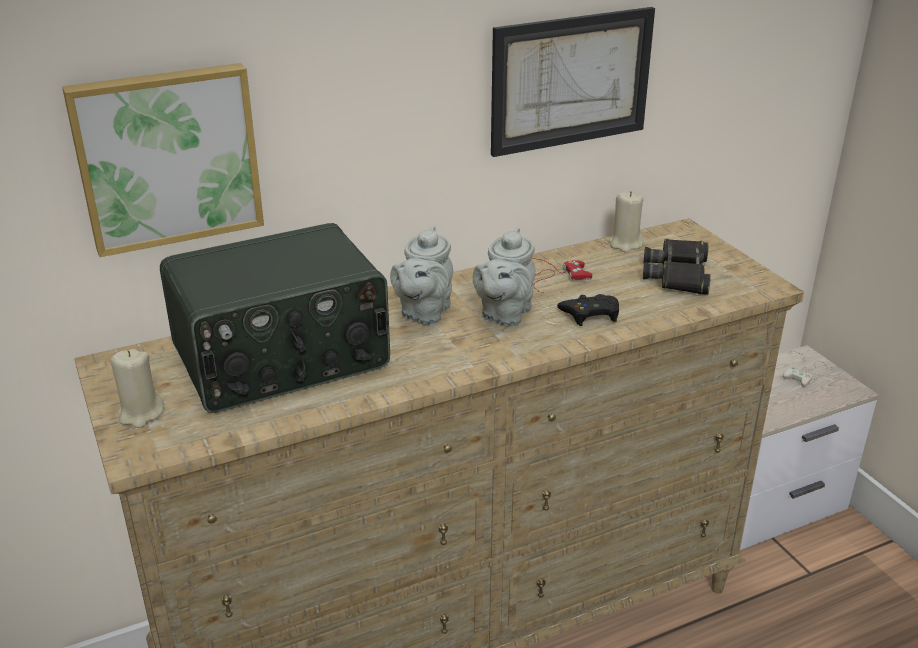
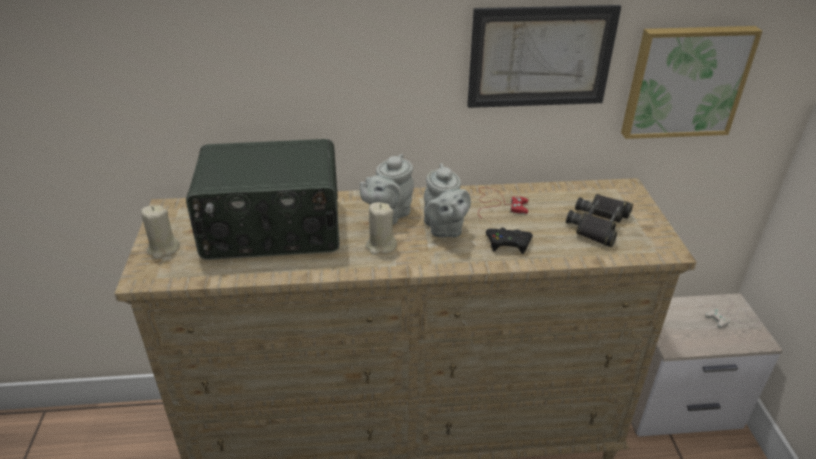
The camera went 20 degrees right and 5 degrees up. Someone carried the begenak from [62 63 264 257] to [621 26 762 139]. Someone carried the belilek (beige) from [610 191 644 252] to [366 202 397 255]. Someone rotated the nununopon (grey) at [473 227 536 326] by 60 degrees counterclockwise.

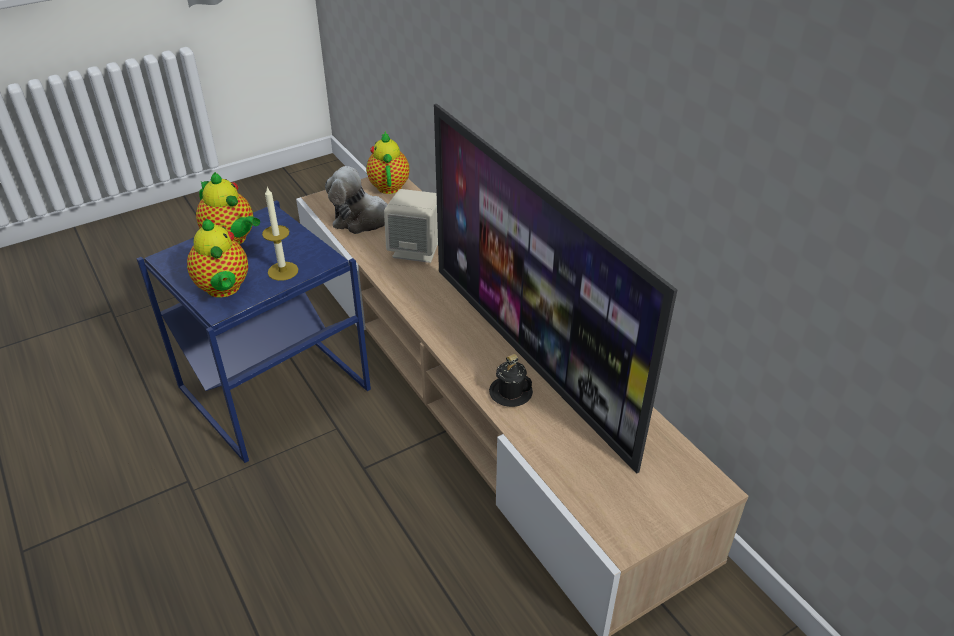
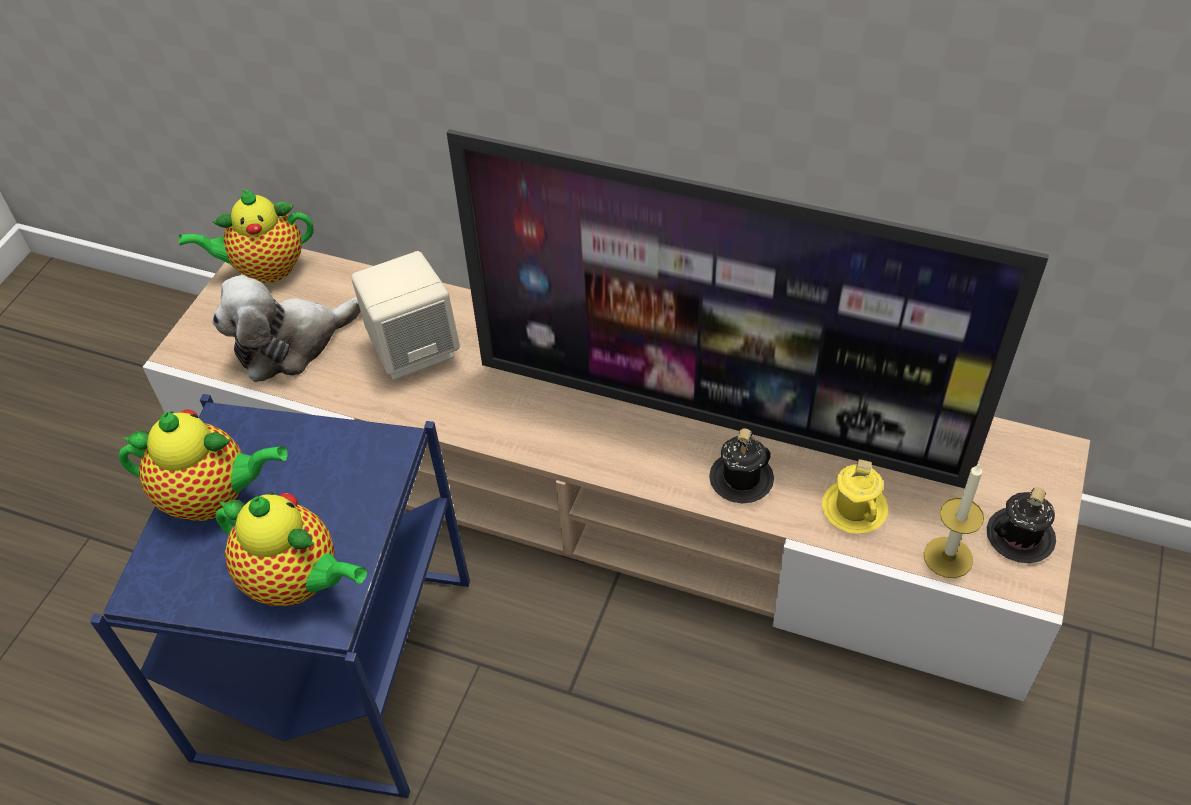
The camera went 35 degrees left and 10 degrees up. Someone put down the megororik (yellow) at [822 459 888 534]. Someone put down the megororik (black) at [987 487 1056 563]. Someone carried the belilek from [262 187 298 281] to [924 463 984 578]. Someone rotated the nununopon at [366 131 410 194] by 60 degrees counterclockwise.

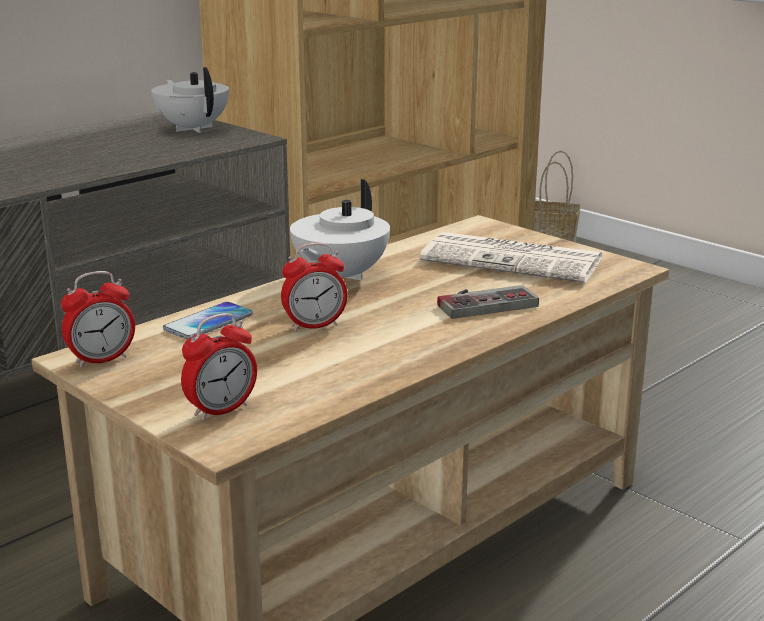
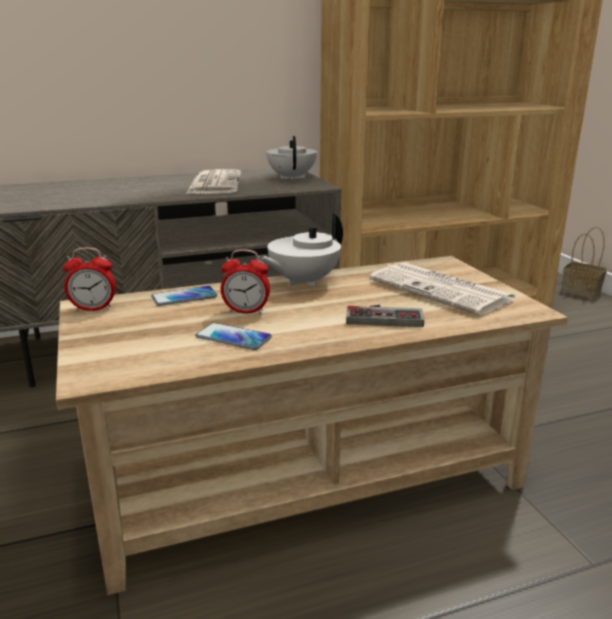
The camera went 25 degrees right and 0 degrees up. Someone took away the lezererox at [181 313 257 421]. Someone put down the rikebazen at [186 169 241 194]. Someone put down the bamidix at [195 323 272 350].

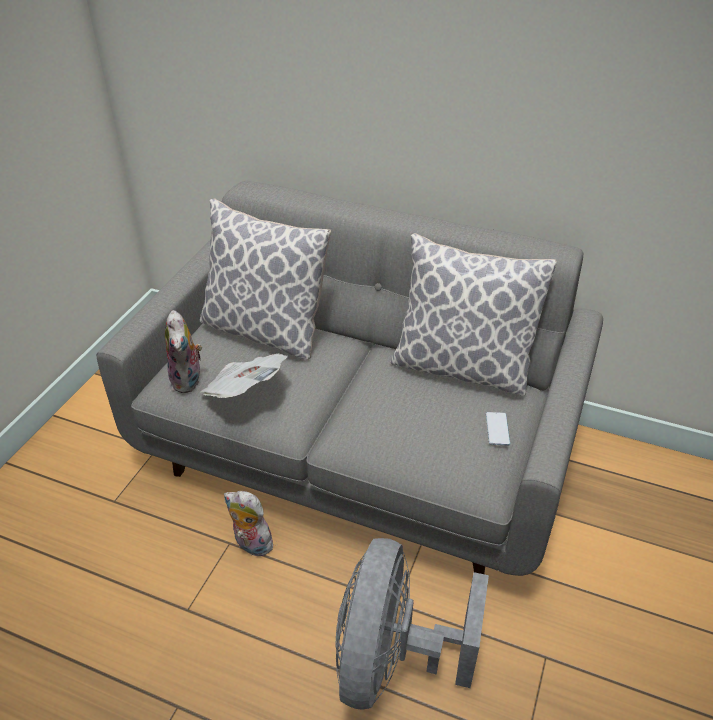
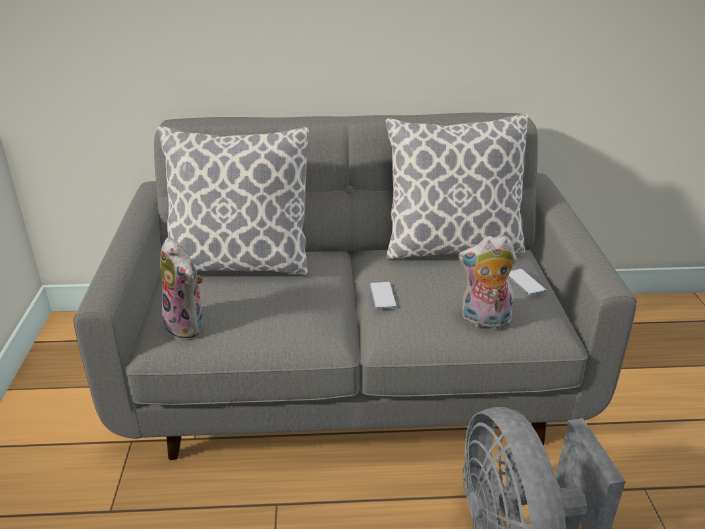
The camera went 25 degrees left and 10 degrees down. Someone took away the rikebazen at [201 353 288 398]. Someone put down the bamidix at [370 282 397 309]. Someone carried the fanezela from [224 491 275 556] to [459 236 517 328].

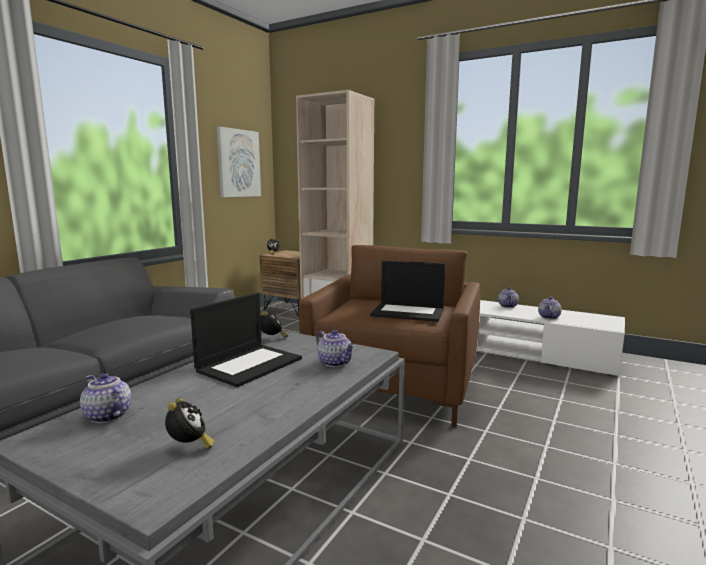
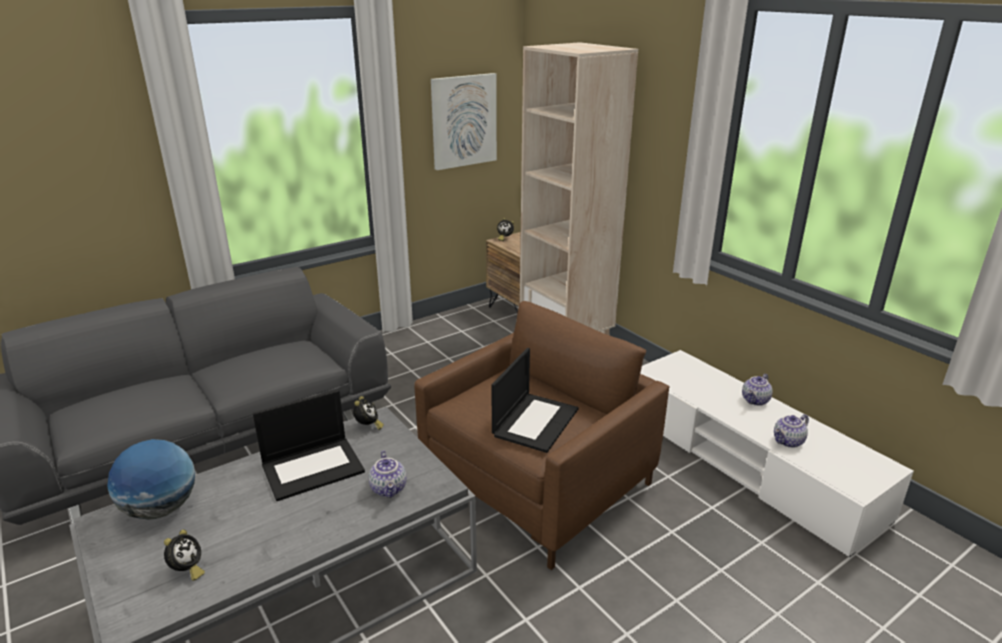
The camera went 25 degrees right and 15 degrees up. Someone swapped the nununopon at [80 373 131 423] for the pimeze at [107 439 195 520]. Someone rotated the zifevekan at [370 260 445 322] by 105 degrees counterclockwise.

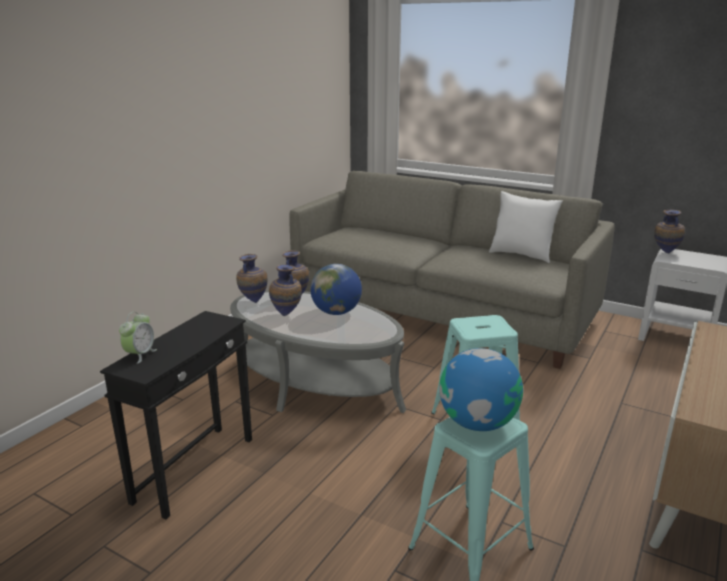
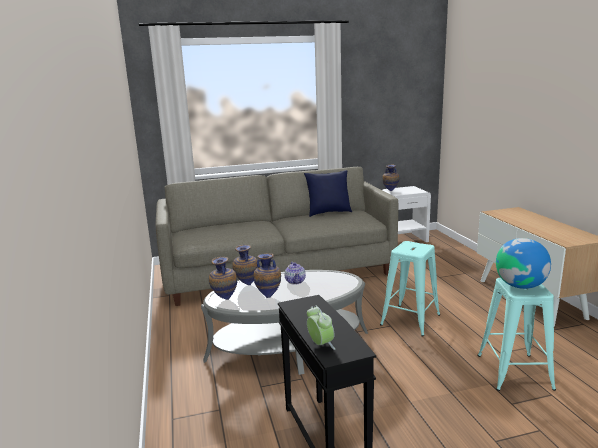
The camera went 45 degrees left and 5 degrees down. Someone swapped the pimeze at [310 264 362 315] for the nununopon at [285 262 306 285]. Someone repainted the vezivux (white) at [489 191 563 263], which became the vezivux (blue) at [304 170 352 217].

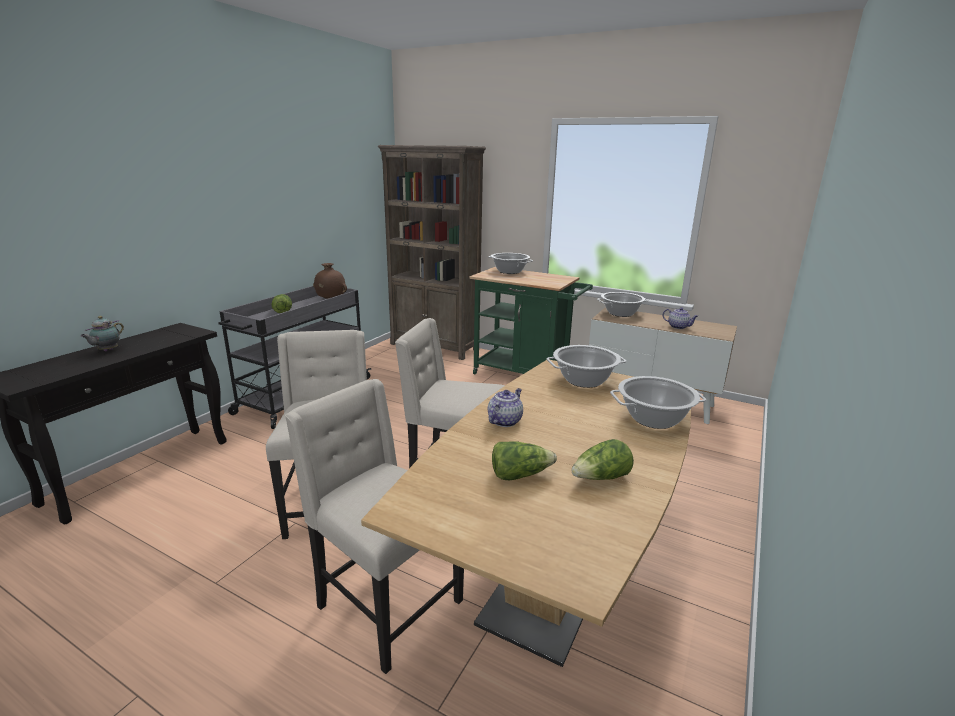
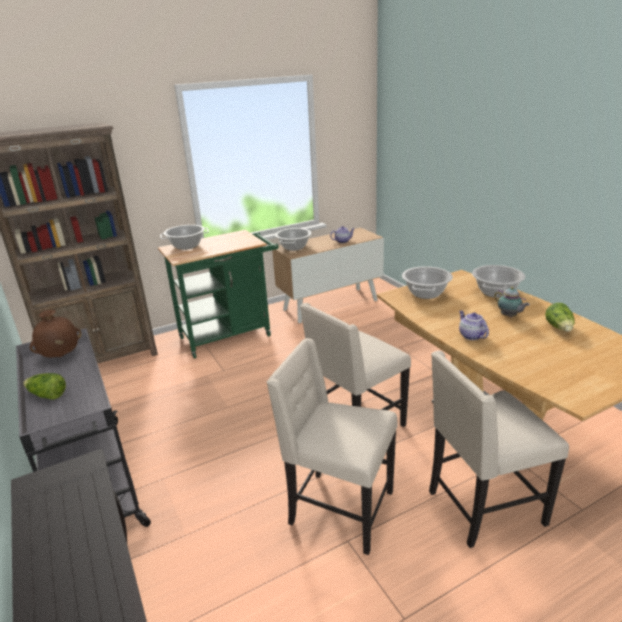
The camera went 55 degrees left and 5 degrees up. Someone took away the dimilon at [492 441 557 480]. Someone carried the nununopon from [80 316 124 351] to [494 286 530 317].

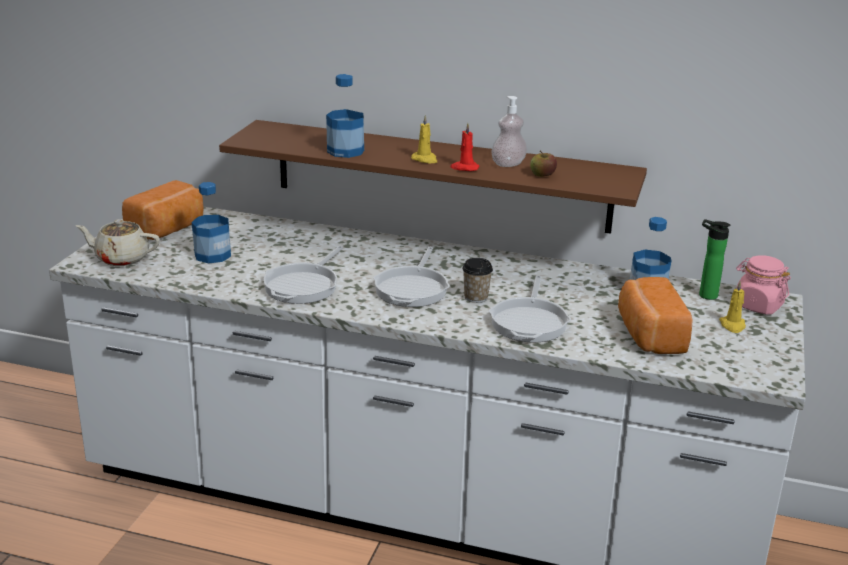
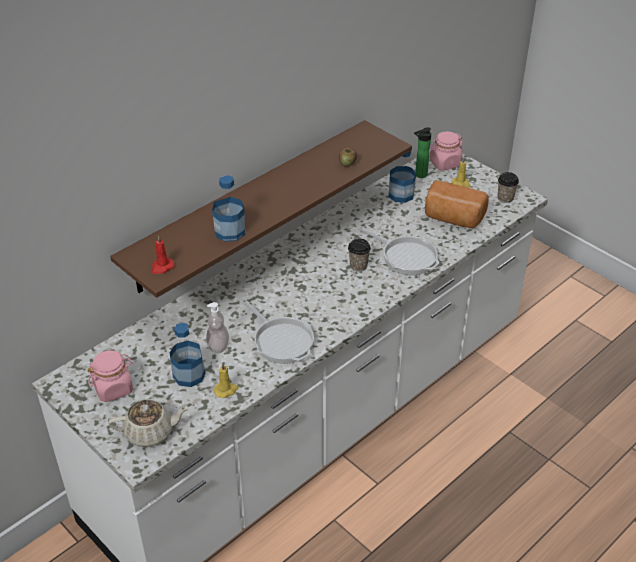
The camera went 60 degrees left and 15 degrees up. Someone took away the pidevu at [373 247 450 307]. Someone put down the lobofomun at [498 172 519 203]. Someone carried the belilek (yellow) from [411 114 437 163] to [214 363 238 398]. Someone carried the belilek (red) from [450 123 479 171] to [152 235 174 274]. Someone carried the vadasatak from [491 96 527 167] to [206 302 229 353]. Someone swapped the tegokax at [122 180 204 240] for the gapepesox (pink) at [87 351 133 402]. Someone rotated the nununopon (beige) at [76 219 160 266] by 135 degrees counterclockwise.

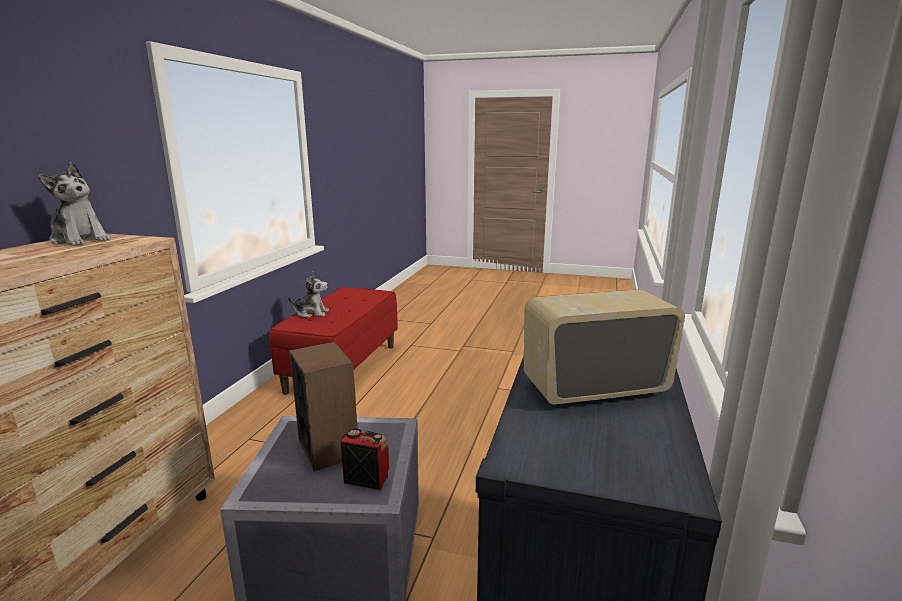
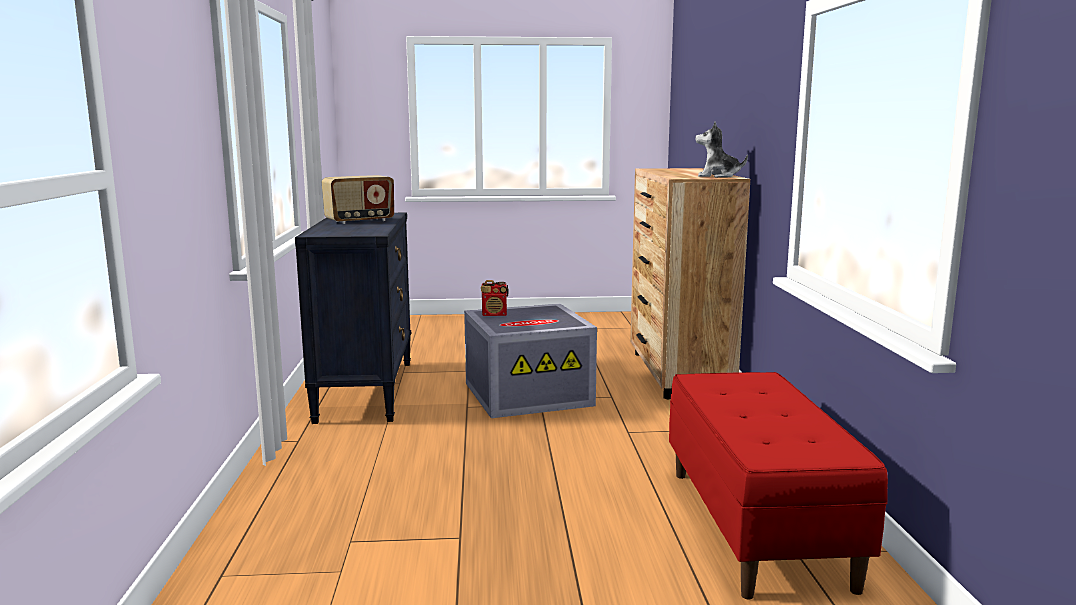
The camera went 160 degrees right and 5 degrees down. Someone took away the fanezela at [288 271 329 318]. Someone took away the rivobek at [289 342 357 471].

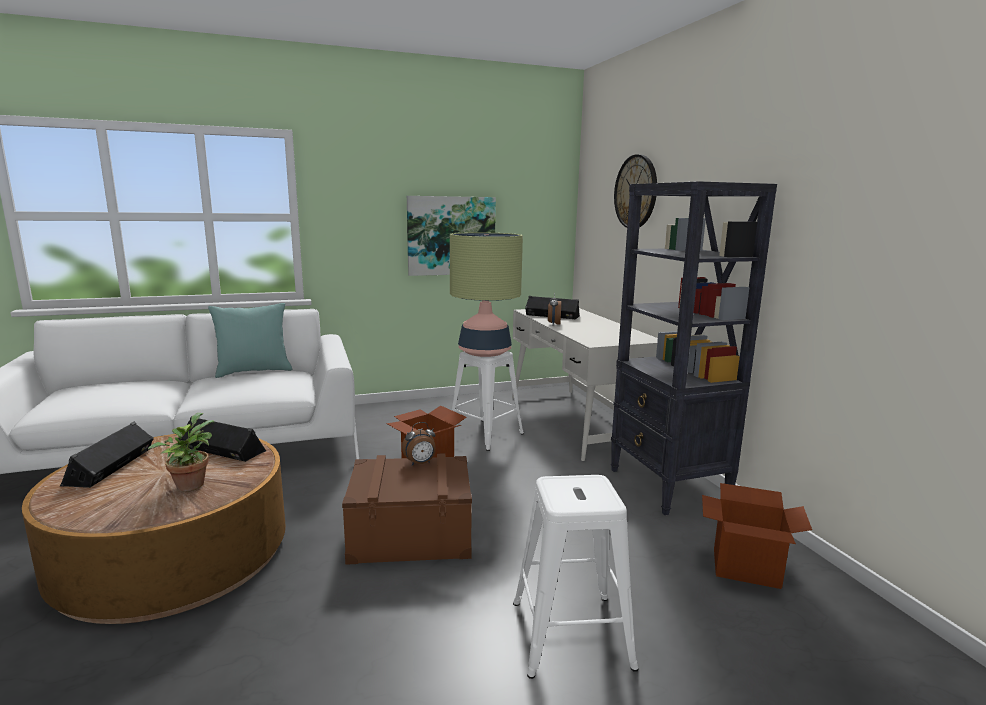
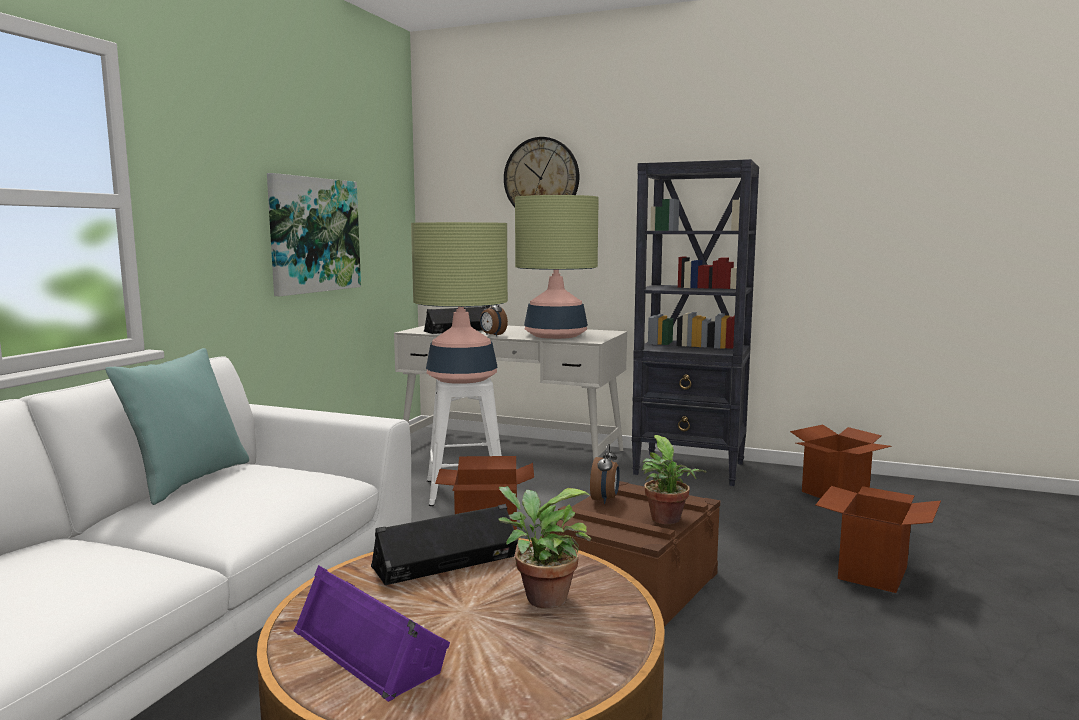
The camera went 50 degrees left and 5 degrees down. Someone put down the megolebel at [515 195 599 339]. Someone put down the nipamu at [642 435 707 524]. Someone swapped the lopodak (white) at [513 475 639 679] for the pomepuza at [815 486 941 593]. Someone repainted the rivobek (black) at [60 422 154 488], which became the rivobek (purple) at [294 565 450 702].

